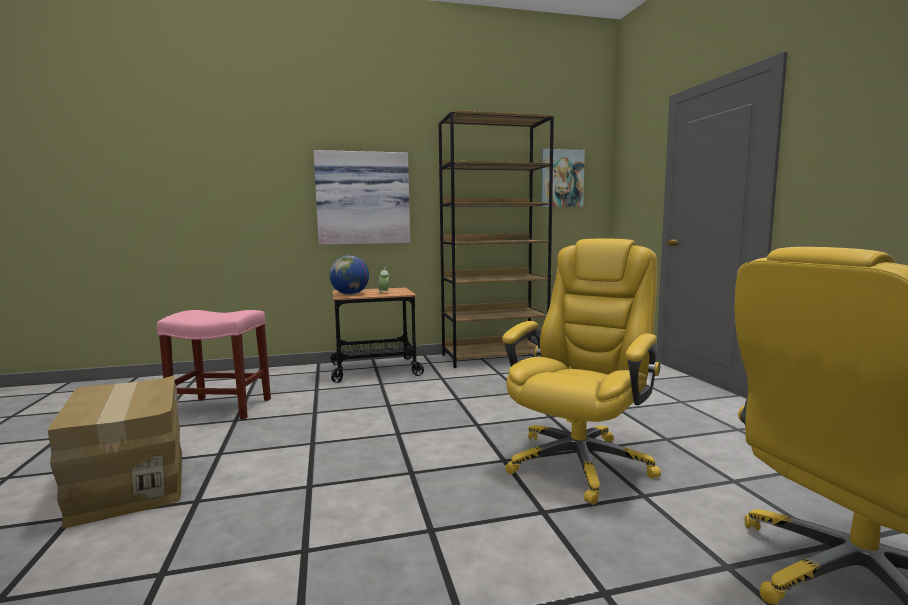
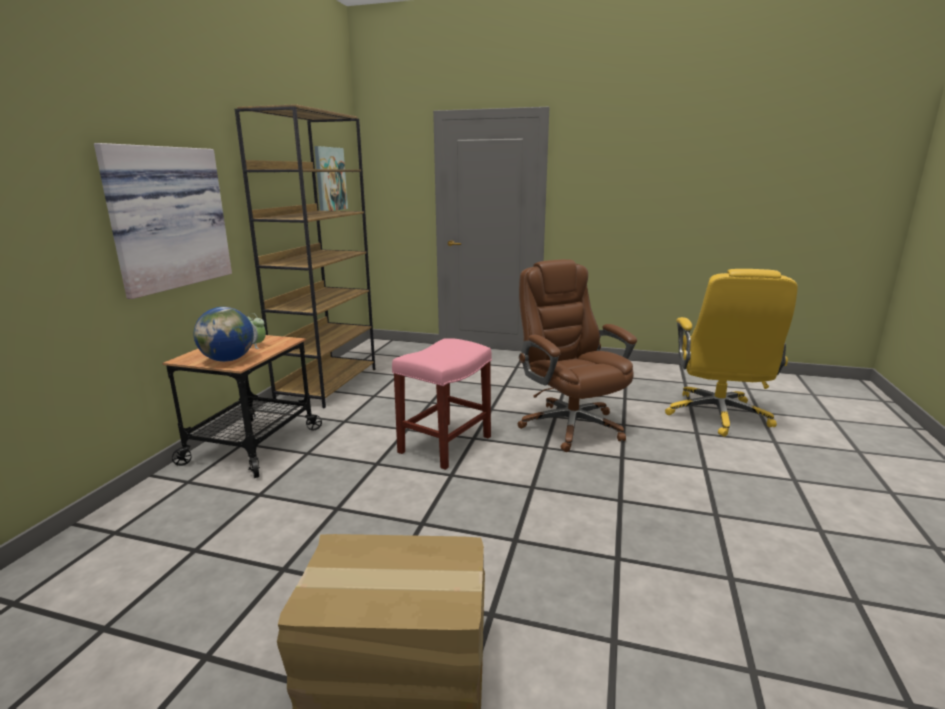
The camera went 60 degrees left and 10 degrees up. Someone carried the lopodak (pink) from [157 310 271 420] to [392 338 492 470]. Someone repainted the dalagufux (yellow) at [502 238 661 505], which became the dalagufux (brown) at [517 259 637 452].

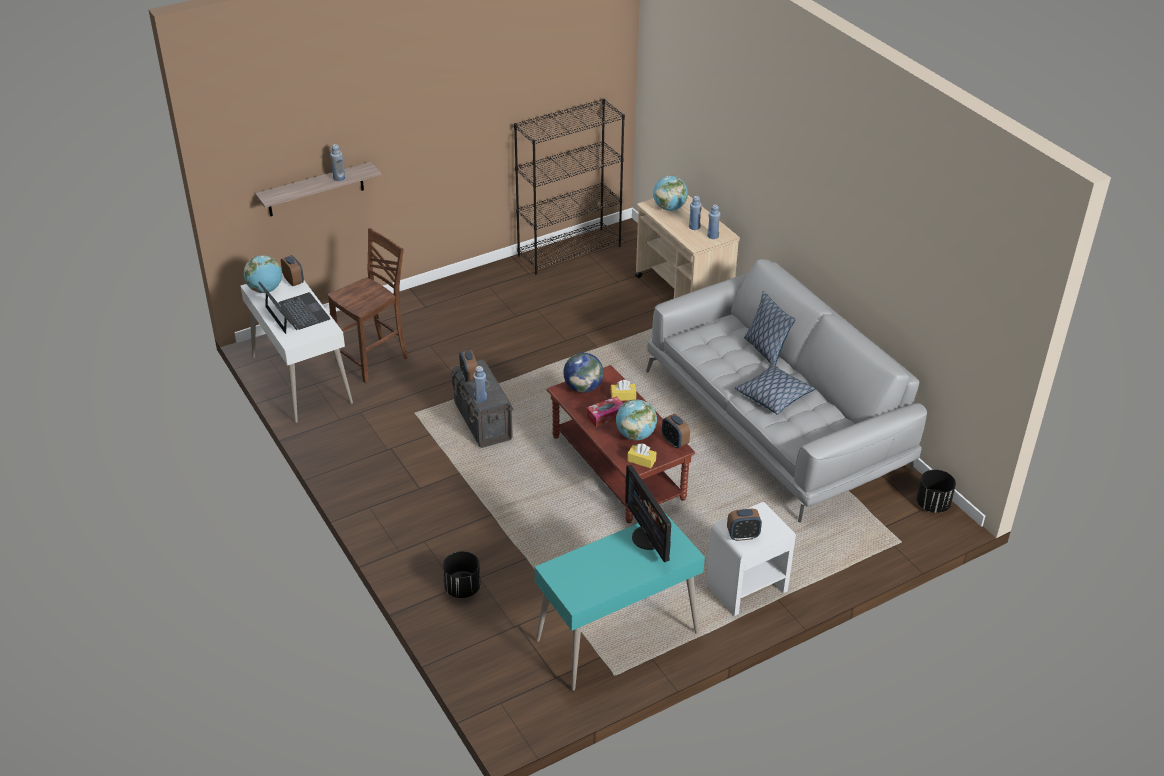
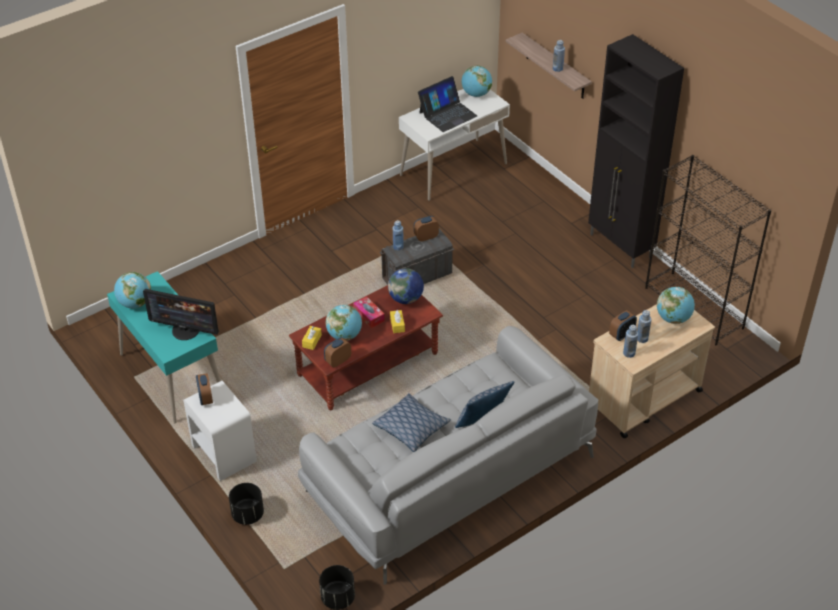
The camera went 85 degrees right and 5 degrees up. Someone took away the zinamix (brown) at [328 228 408 383]. Someone put down the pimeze at [114 272 151 308]. Someone put down the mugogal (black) at [588 34 684 268]. Someone carried the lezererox from [281 255 304 286] to [609 310 637 341]. Someone carried the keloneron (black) from [443 551 481 598] to [229 483 264 525]. Someone rotated the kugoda at [625 465 671 562] by 135 degrees counterclockwise.

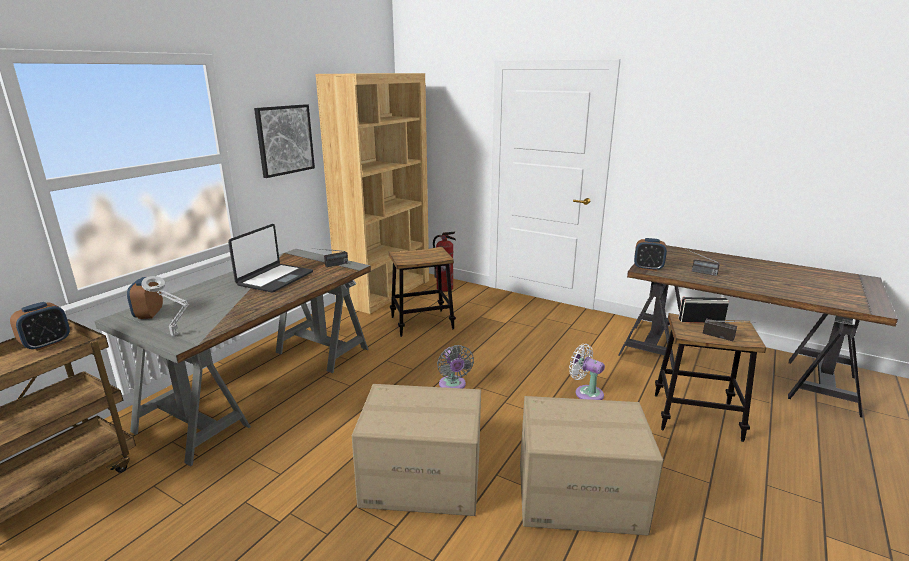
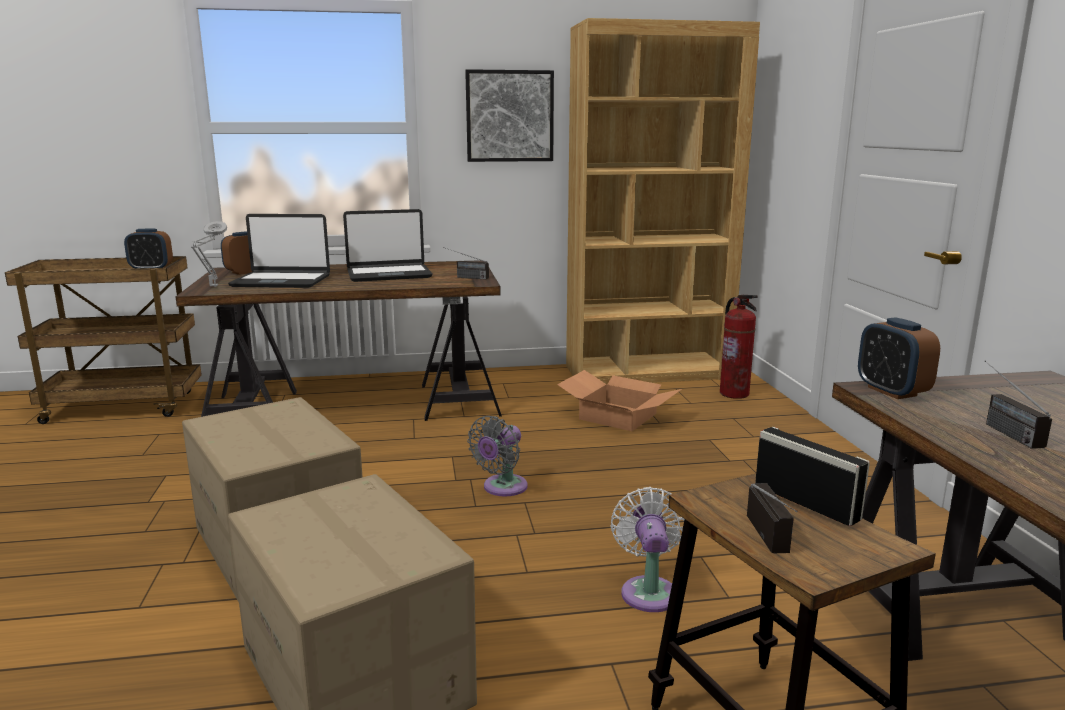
The camera went 50 degrees right and 5 degrees down. Someone put down the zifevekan at [228 214 330 288]. Someone swapped the lopodak at [389 247 456 337] for the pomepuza at [557 370 682 431]. Someone repainted the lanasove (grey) at [95 249 371 466], which became the lanasove (brown) at [176 260 502 421].

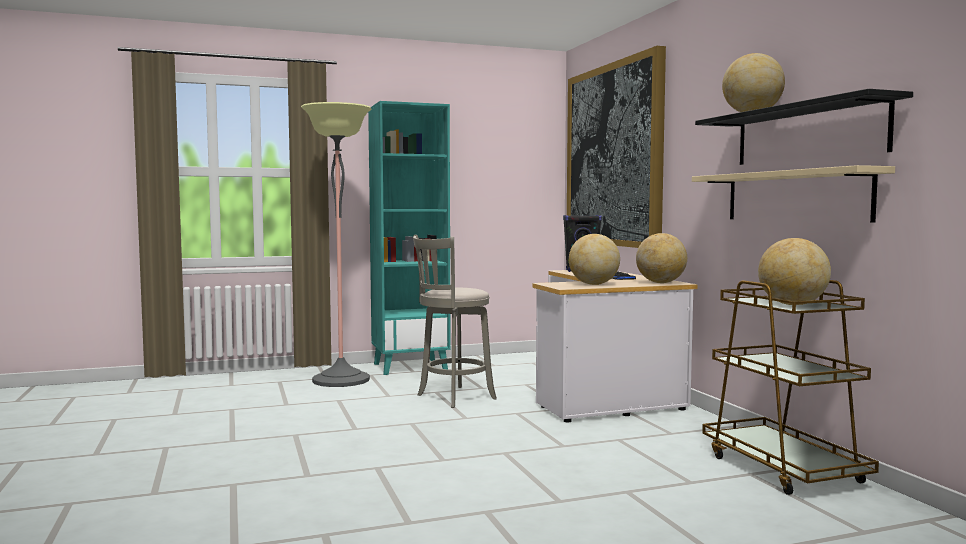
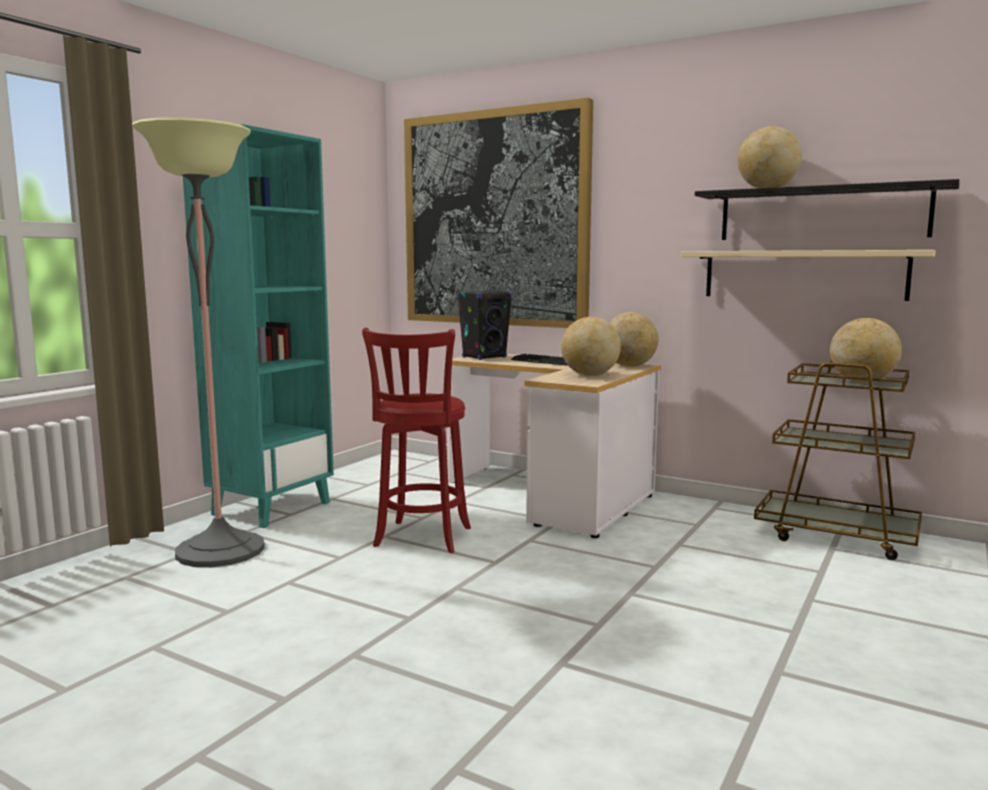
The camera went 40 degrees left and 5 degrees up. Someone repainted the lopodak (grey) at [413 235 497 408], which became the lopodak (red) at [362 328 471 553].

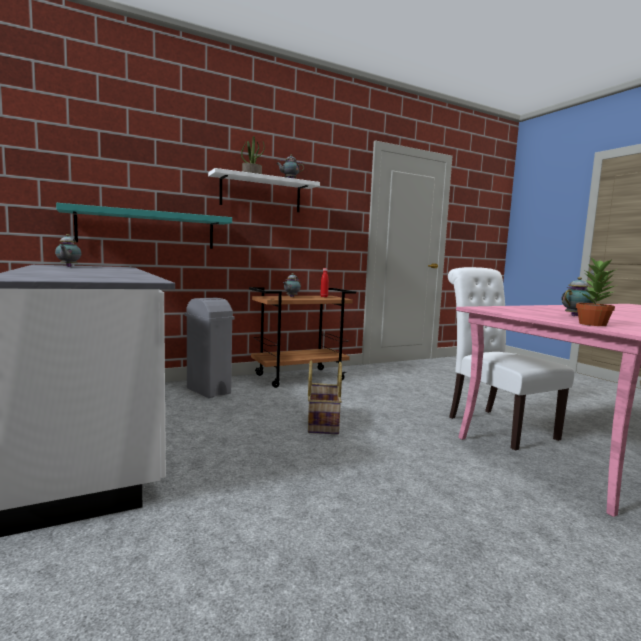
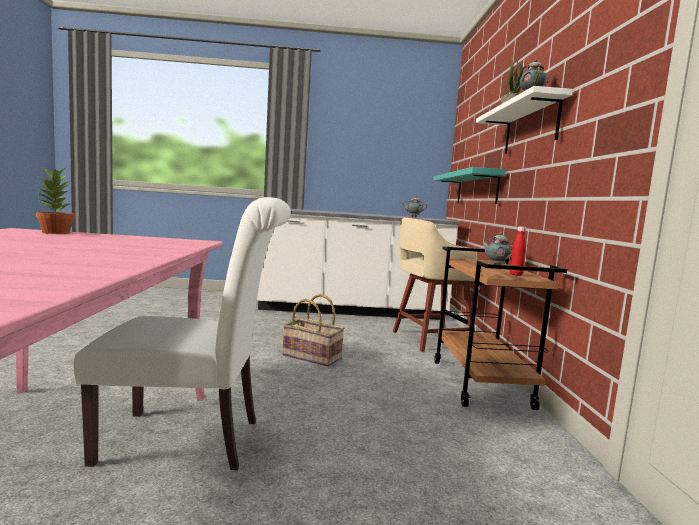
The camera went 115 degrees right and 0 degrees up. Someone took away the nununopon at [562 277 593 316]. Someone swapped the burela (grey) at [185 298 235 398] for the lopodak (beige) at [393 218 477 351].

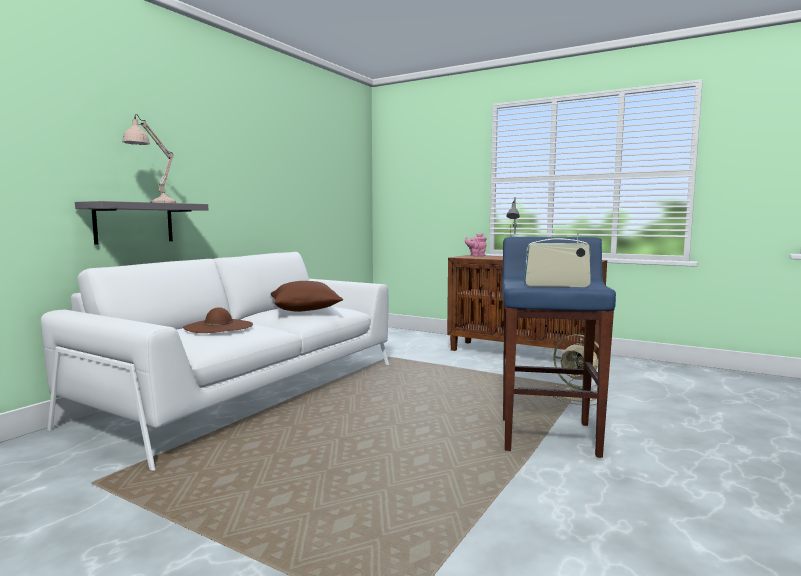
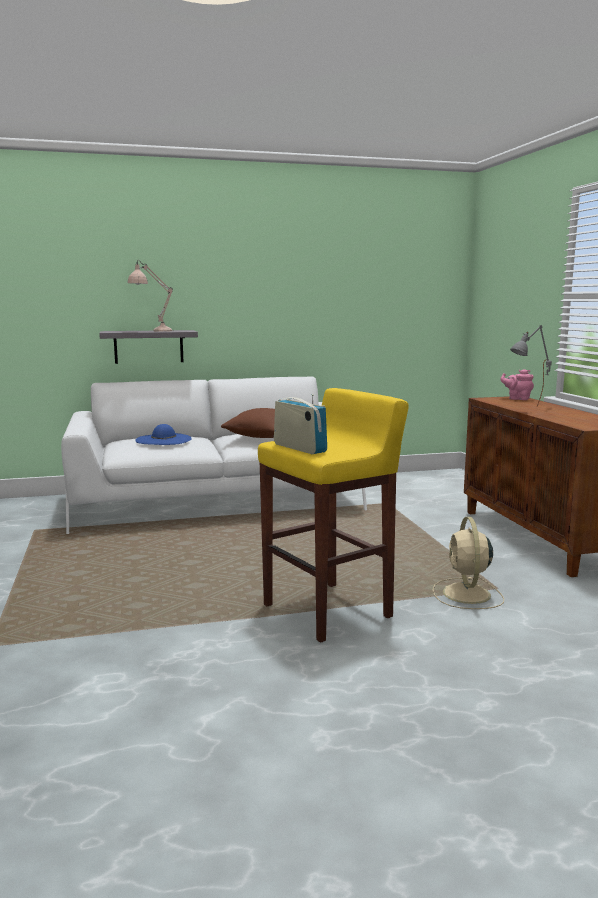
The camera went 45 degrees right and 5 degrees up. Someone repainted the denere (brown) at [183 307 253 333], which became the denere (blue) at [135 424 192 445]. Someone repainted the lopodak (blue) at [502 237 616 458], which became the lopodak (yellow) at [258 388 409 642].

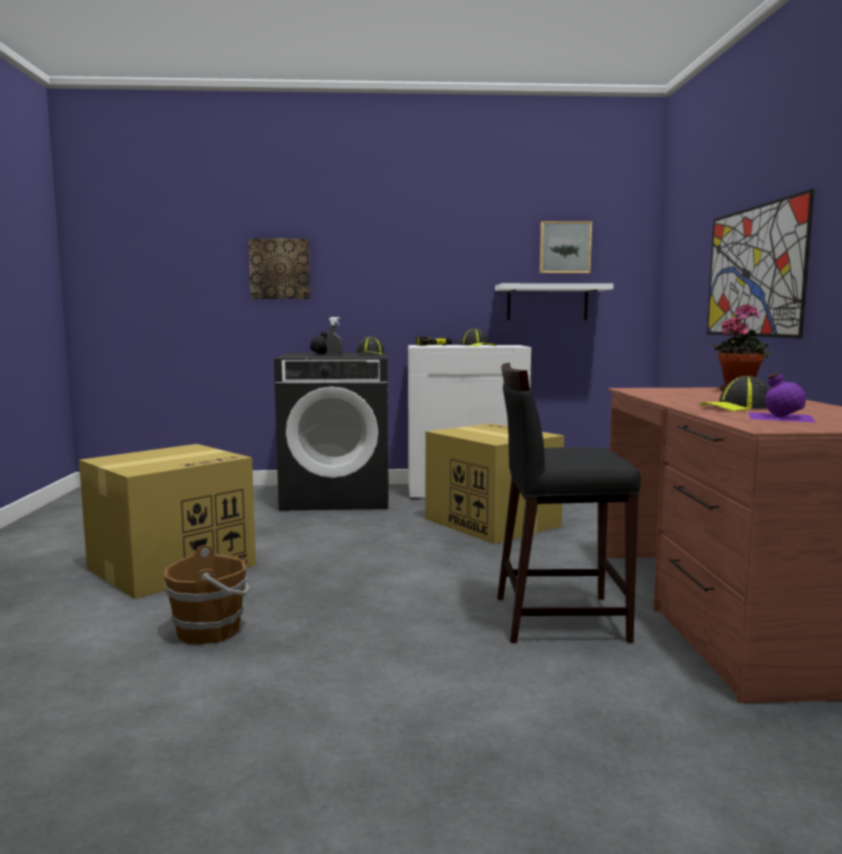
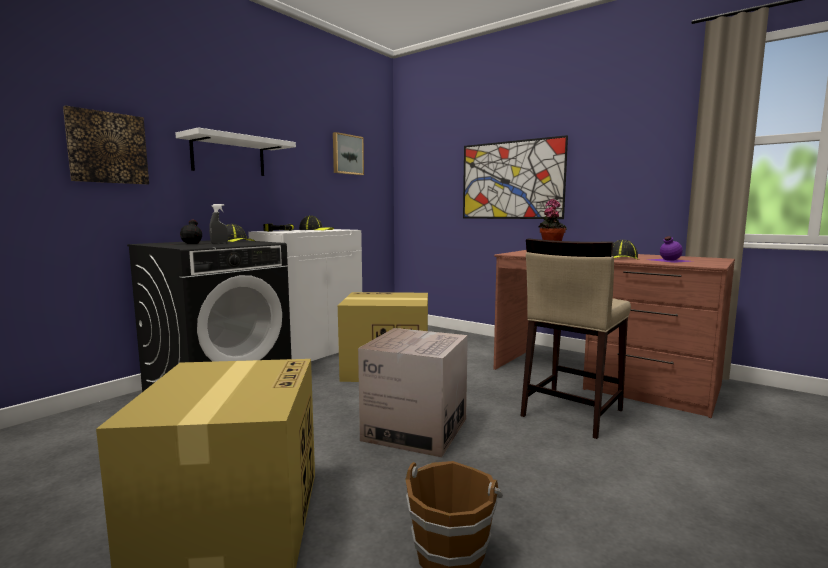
The camera went 50 degrees left and 0 degrees up. Someone put down the pomepuza at [358 328 468 457]. Someone carried the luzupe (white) from [495 283 613 320] to [176 127 296 176]. Someone repainted the lopodak (black) at [497 363 641 643], which became the lopodak (beige) at [521 238 631 439].

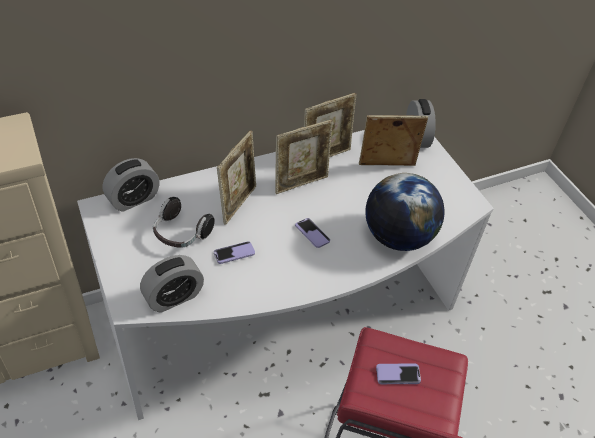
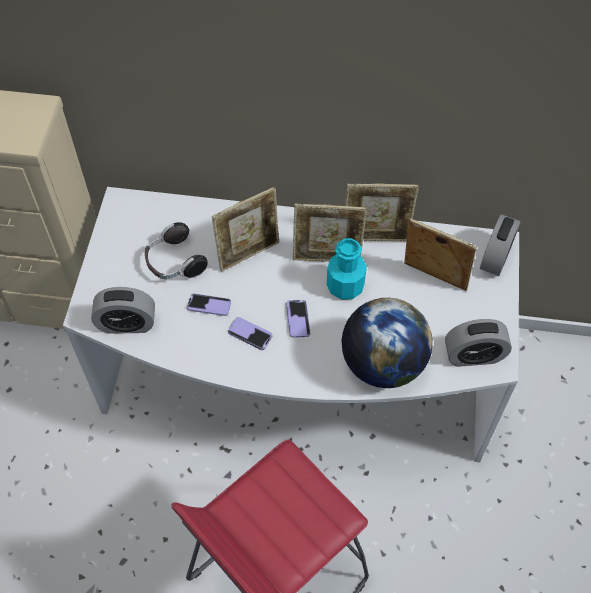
The camera went 35 degrees right and 10 degrees up. Someone put down the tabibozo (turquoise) at [327 238 367 300]. Someone carried the lezererox from [102 158 160 212] to [445 319 512 367]. Someone carried the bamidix from [376 364 421 384] to [228 317 273 350].

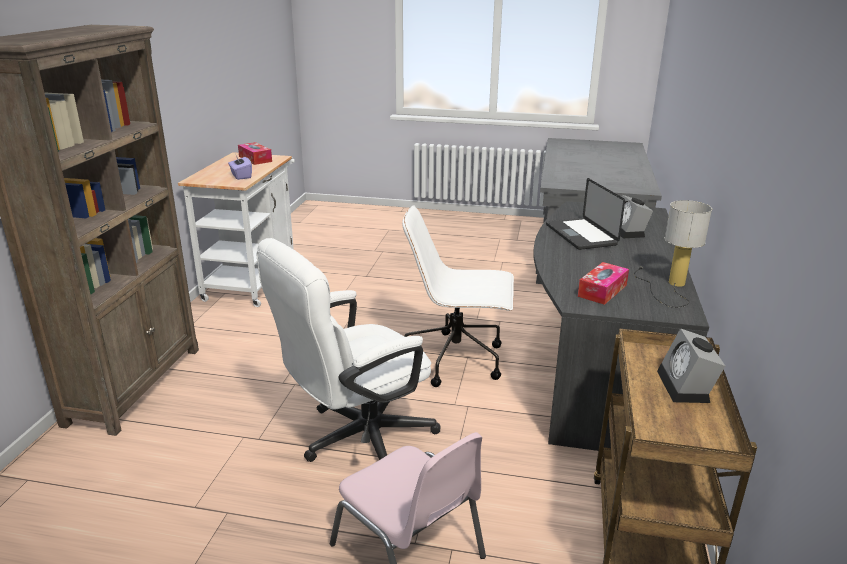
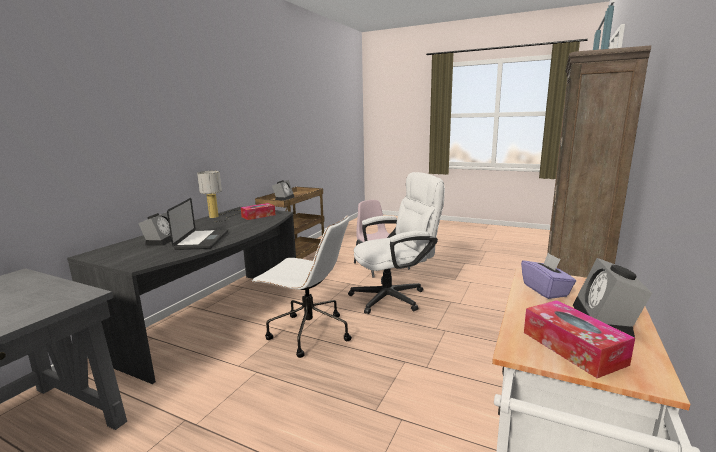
The camera went 165 degrees left and 10 degrees down. Someone put down the lezererox at [573 258 652 337].

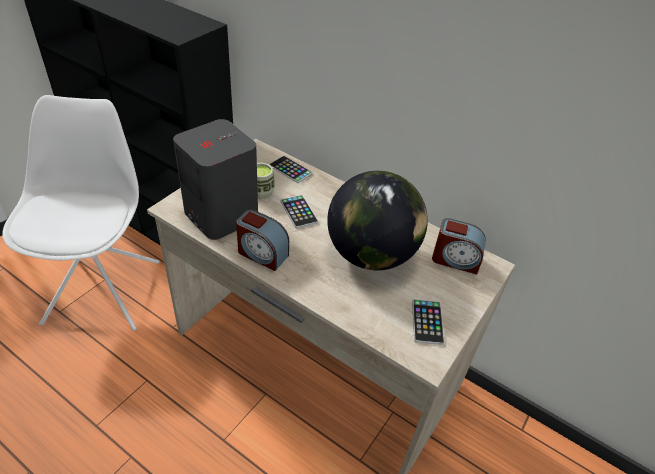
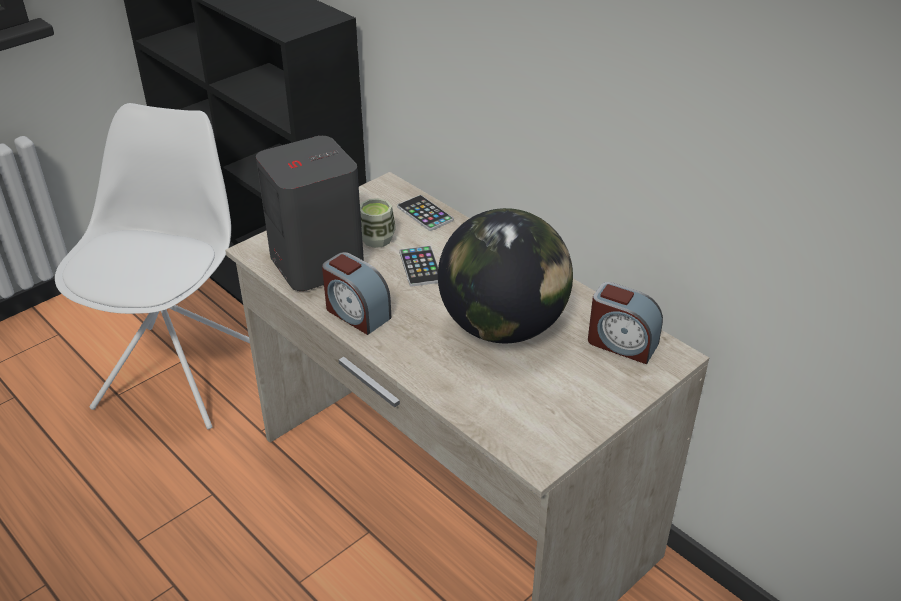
The camera went 15 degrees right and 5 degrees down. Someone took away the bamidix at [412 299 444 345].

